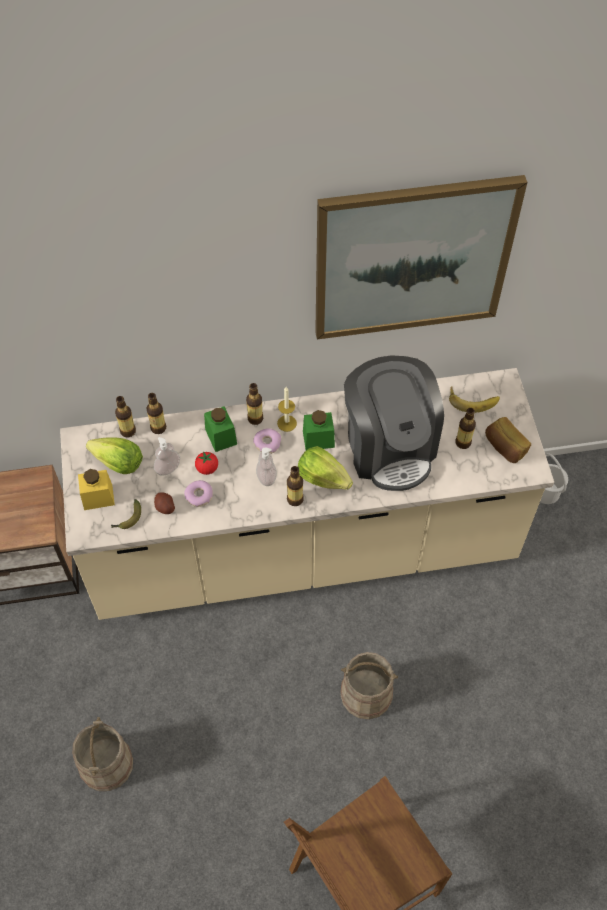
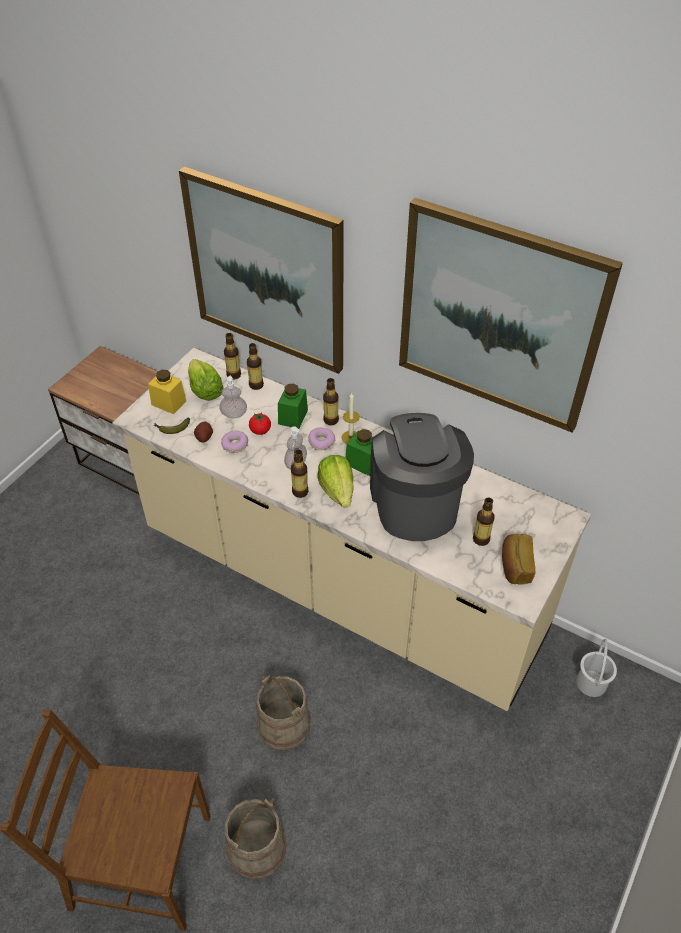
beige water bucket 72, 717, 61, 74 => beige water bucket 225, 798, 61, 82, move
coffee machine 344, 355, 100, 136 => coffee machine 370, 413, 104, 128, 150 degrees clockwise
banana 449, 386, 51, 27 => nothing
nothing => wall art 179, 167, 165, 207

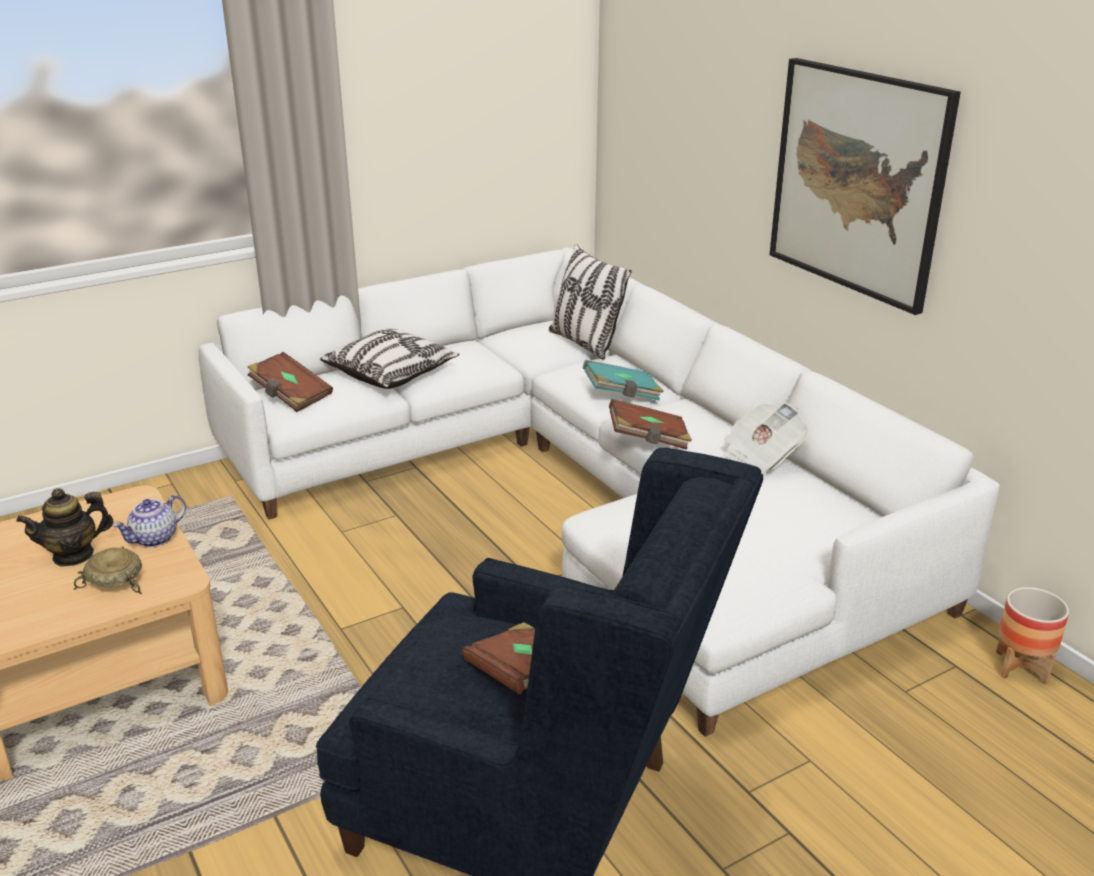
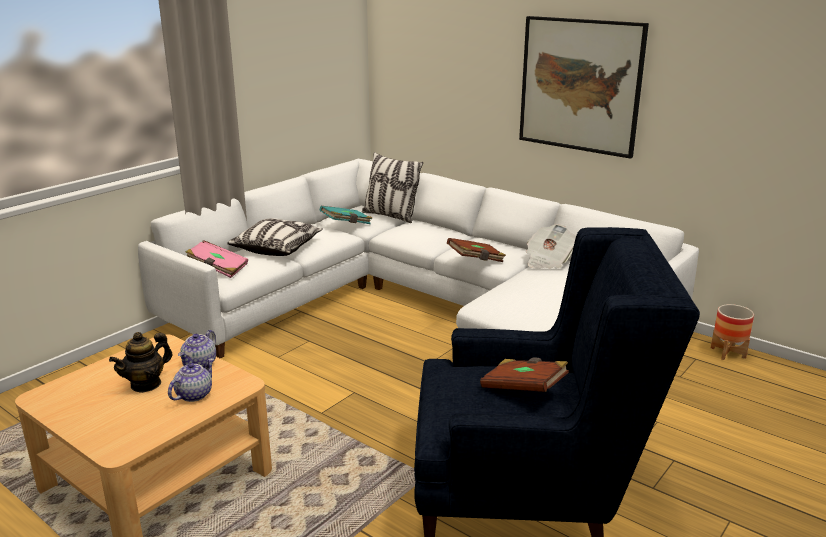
beige deep dish 74, 546, 68, 48 => tea pot 168, 358, 46, 44
brownish book 247, 352, 86, 60 => pink book 186, 240, 62, 38
blue-green book 583, 360, 81, 40 => blue-green book 320, 206, 52, 18, move

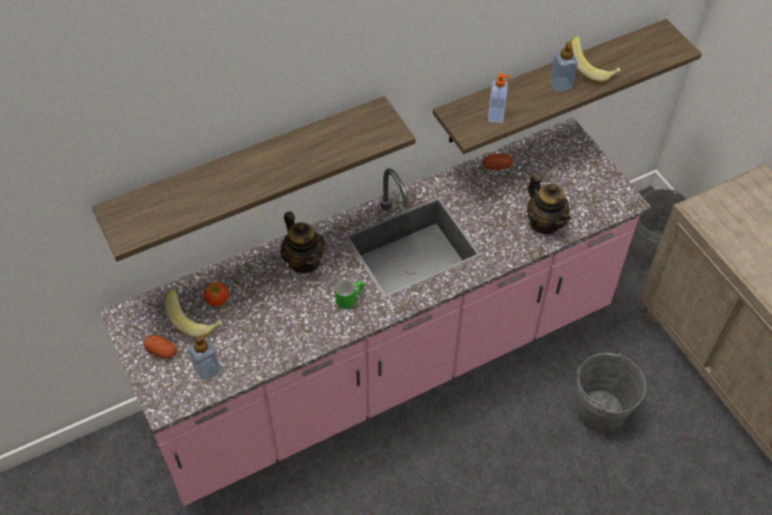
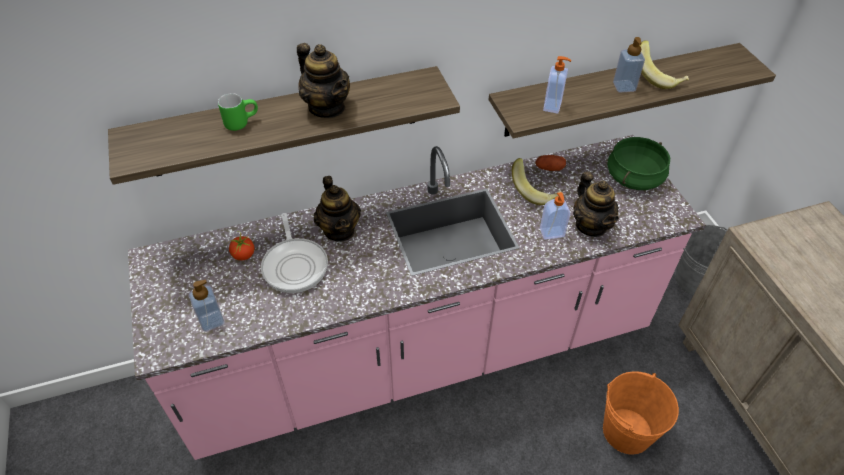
spud 143, 335, 34, 24 => nothing
banana 165, 290, 57, 48 => banana 512, 158, 49, 47, move
greenish tea mug 335, 279, 29, 30 => greenish tea mug 218, 93, 40, 38, move
grey water bucket 577, 352, 69, 81 => orange-coloured water bucket 603, 371, 76, 84
nothing => pan 261, 213, 67, 80
nothing => tea pot 297, 43, 53, 75
nothing => soap bottle 540, 192, 30, 48
nothing => greenish stockpot 607, 137, 63, 53

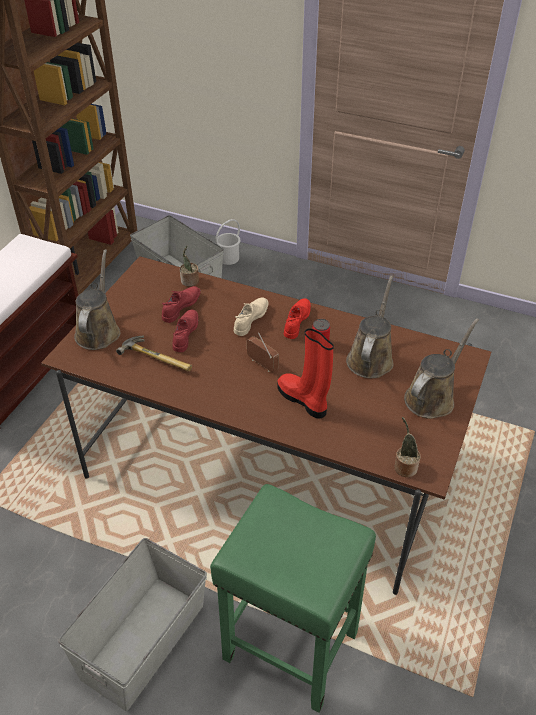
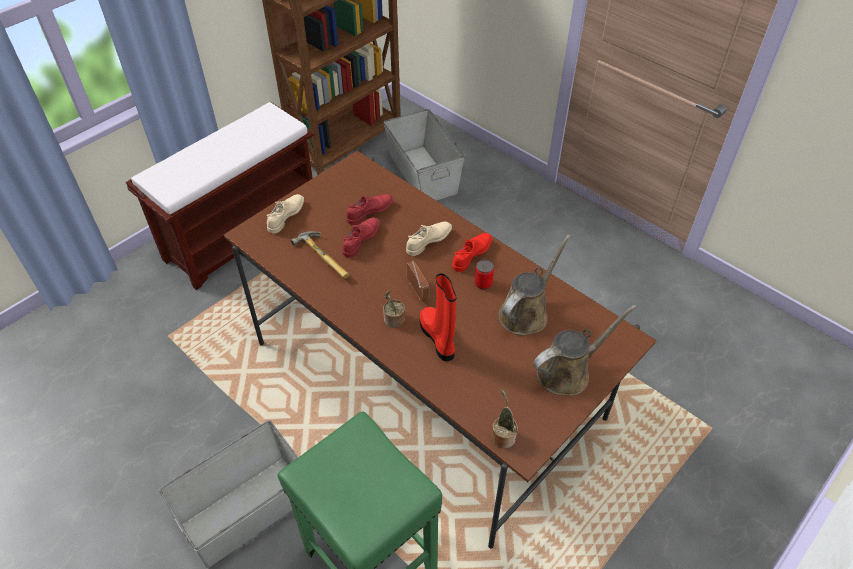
brownish watering pot 74, 249, 46, 101 => beige item of footwear 266, 194, 38, 40
potted plant 180, 245, 19, 42 => potted plant 383, 290, 22, 38, move
whitish water bucket 215, 219, 26, 46 => nothing

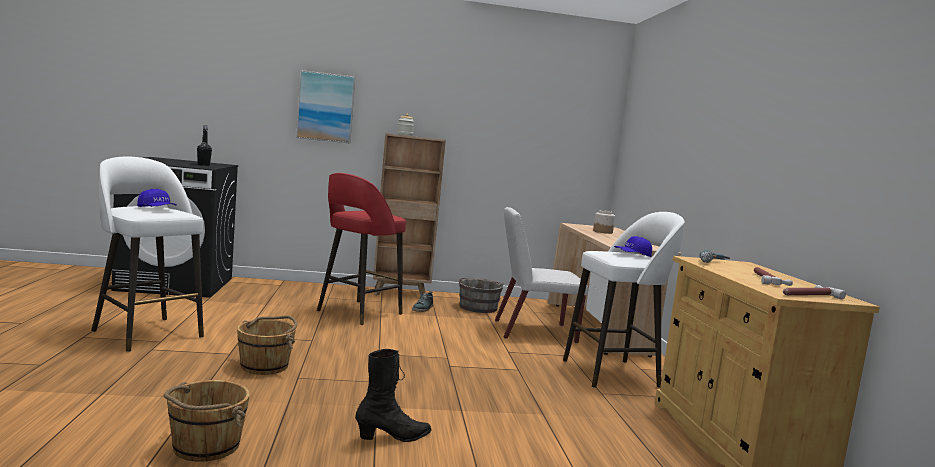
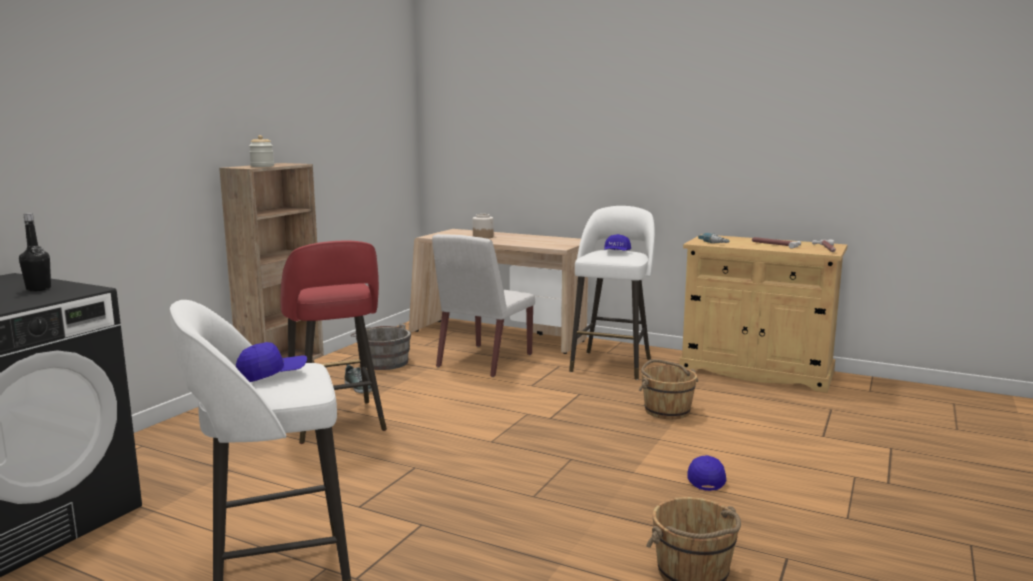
brownish water bucket 237, 315, 60, 60 => brownish water bucket 639, 359, 59, 60, move
wall art 296, 70, 59, 73 => nothing
black-coloured high-top boot 355, 349, 77, 93 => blue peaked cap 687, 455, 39, 36

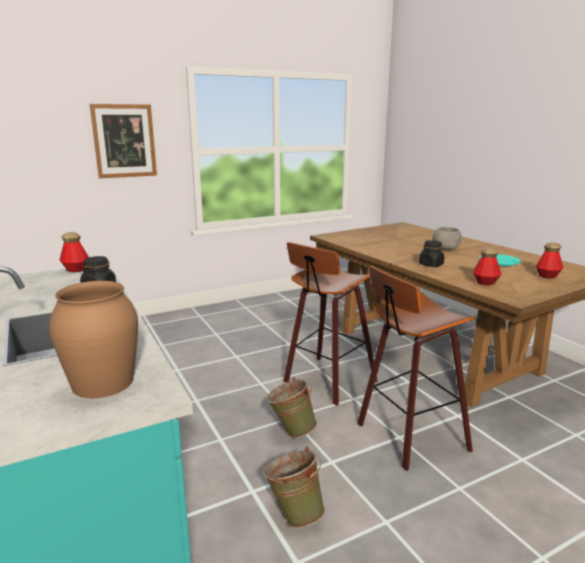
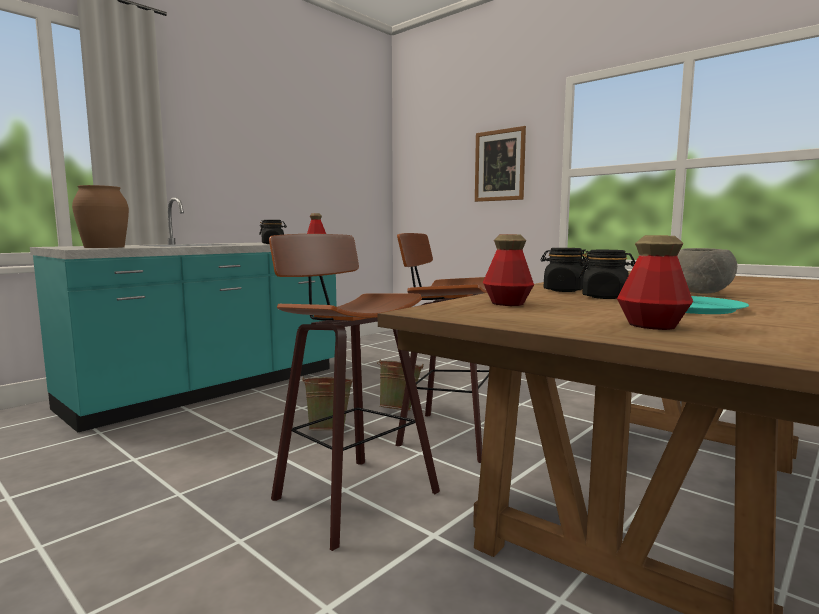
greenish water bucket 263, 446, 62, 82 => greenish water bucket 377, 359, 47, 52, move
nothing => black-coloured preserve jar 579, 250, 57, 49

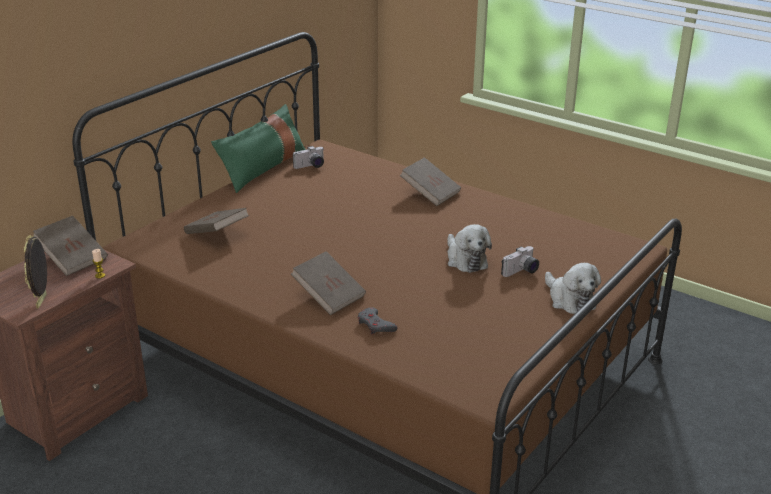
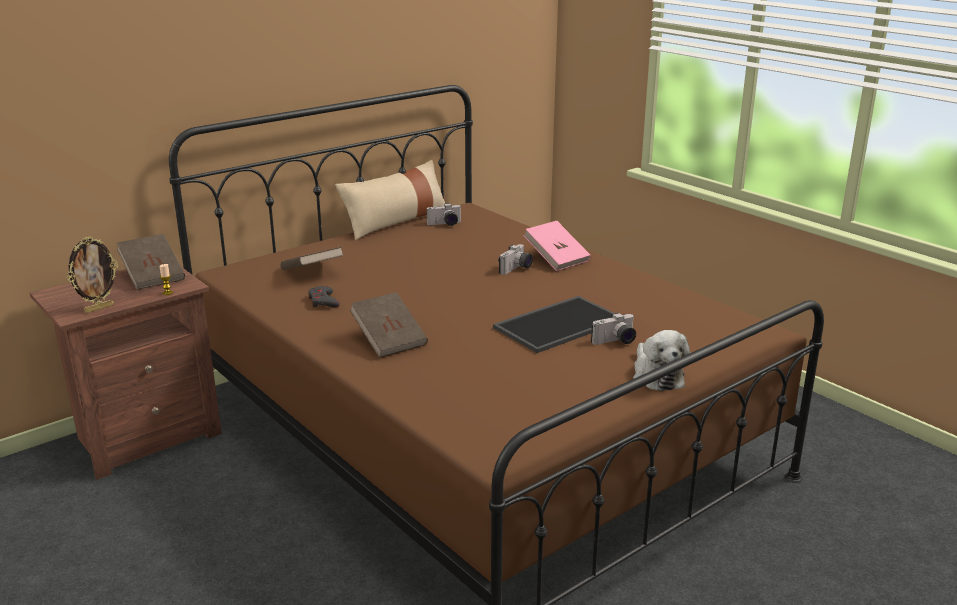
standing frame 24, 235, 23, 74 => standing frame 67, 237, 51, 76, 150 degrees counterclockwise
greenish throw pillow 211, 104, 95, 89 => beige throw pillow 335, 160, 110, 80
grey joypad 358, 307, 39, 28 => grey joypad 308, 286, 32, 22, move
brownish book 400, 157, 61, 49 => pink book 523, 221, 68, 50
soft toy 447, 224, 45, 49 => carrying tray 493, 296, 122, 57
nothing => photo camera 498, 244, 35, 31

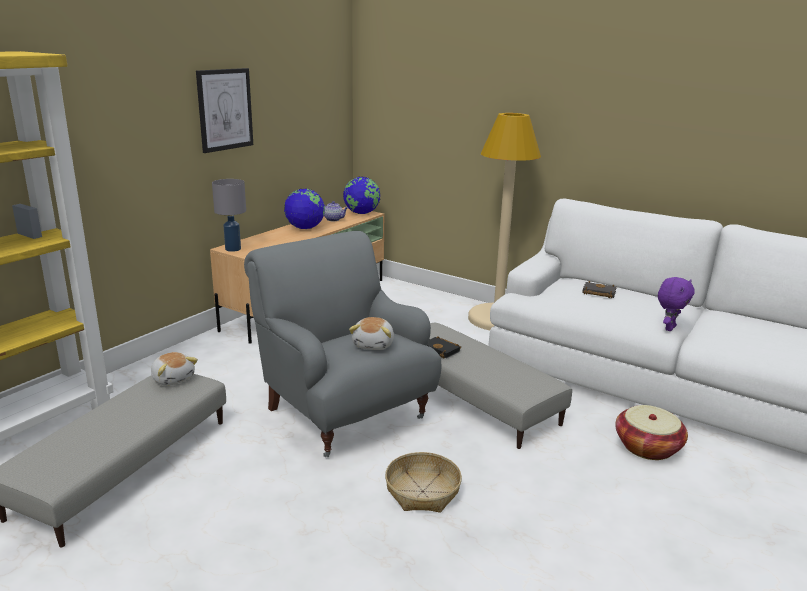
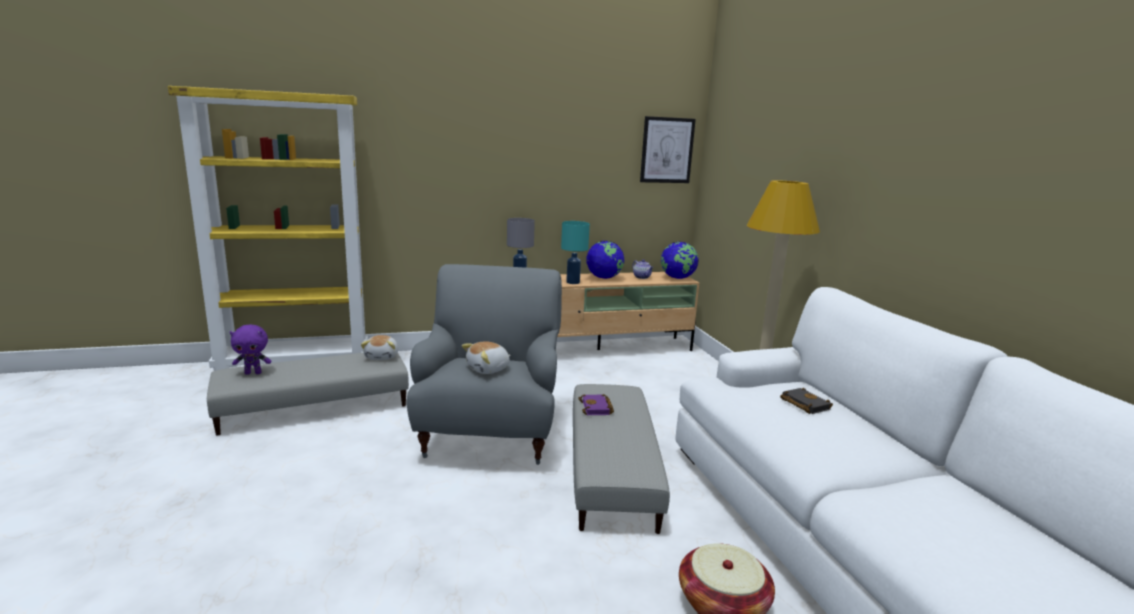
wall art 196, 68, 57, 85 => wall art 640, 116, 56, 67, move
storage basket 385, 452, 77, 60 => nothing
black-coloured book 427, 336, 34, 22 => purple-coloured book 578, 394, 36, 21
purple-coloured soft toy 658, 277, 37, 54 => purple-coloured soft toy 230, 324, 41, 51, move
nothing => blue-green tabletop lamp 561, 221, 29, 63

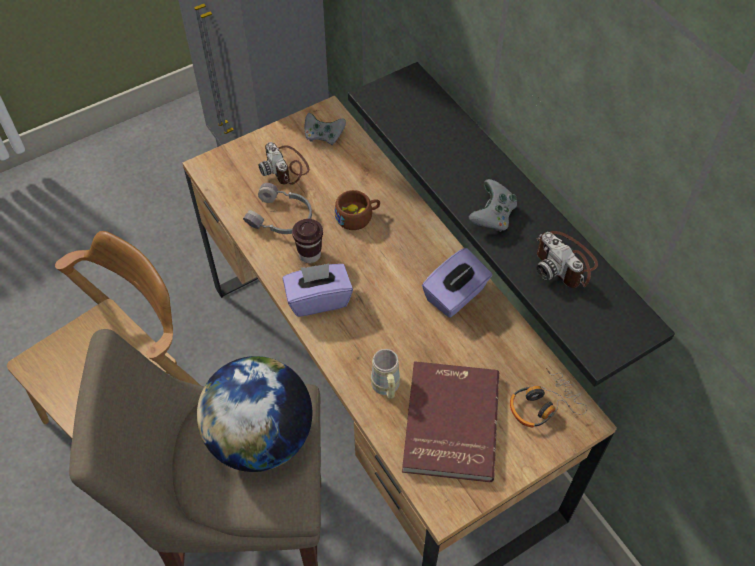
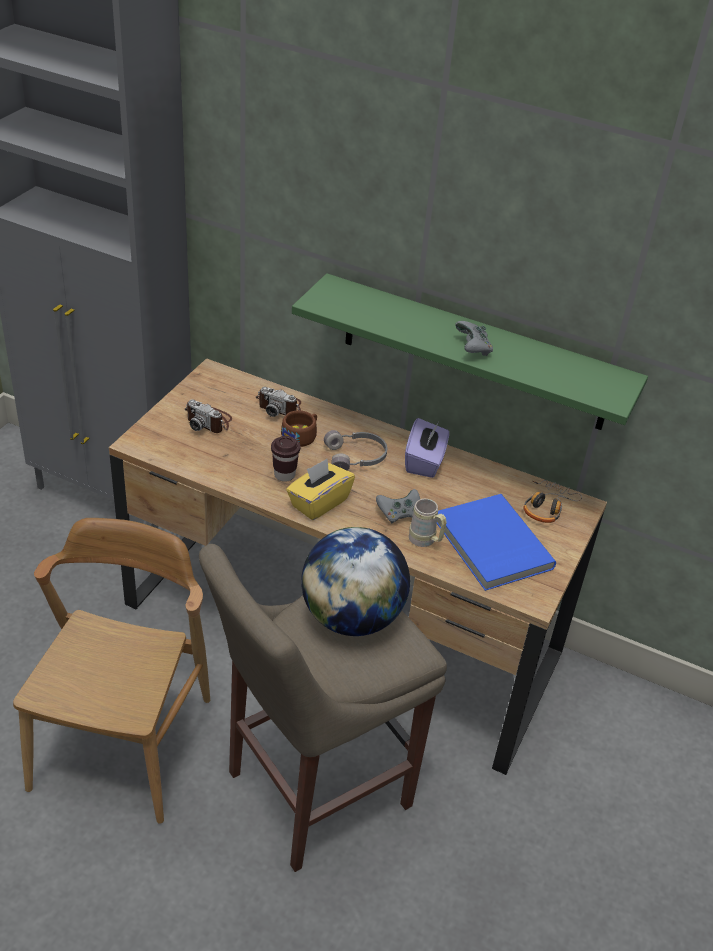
grey pair of headphones 243, 183, 69, 51 => grey pair of headphones 324, 430, 63, 40, move
purple-coloured tissue holder 283, 263, 70, 54 => yellowish tissue holder 286, 459, 69, 61
grey joypad 304, 113, 42, 32 => grey joypad 376, 489, 44, 35, move
black-coloured bracket shelf 348, 62, 327, 325 => greenish bracket shelf 292, 273, 356, 157
red-coloured book 402, 361, 97, 121 => blue book 437, 494, 119, 97
photo camera 536, 231, 62, 57 => photo camera 256, 387, 45, 30, move

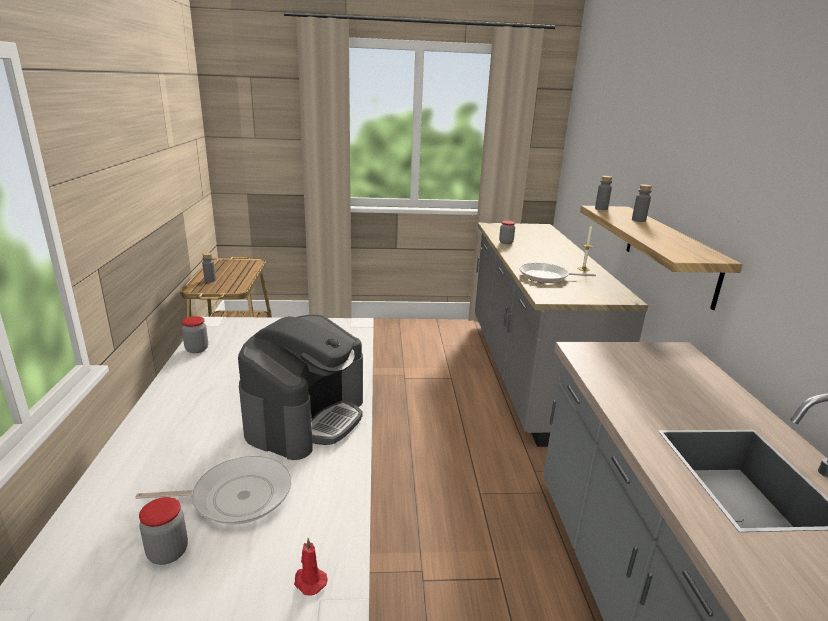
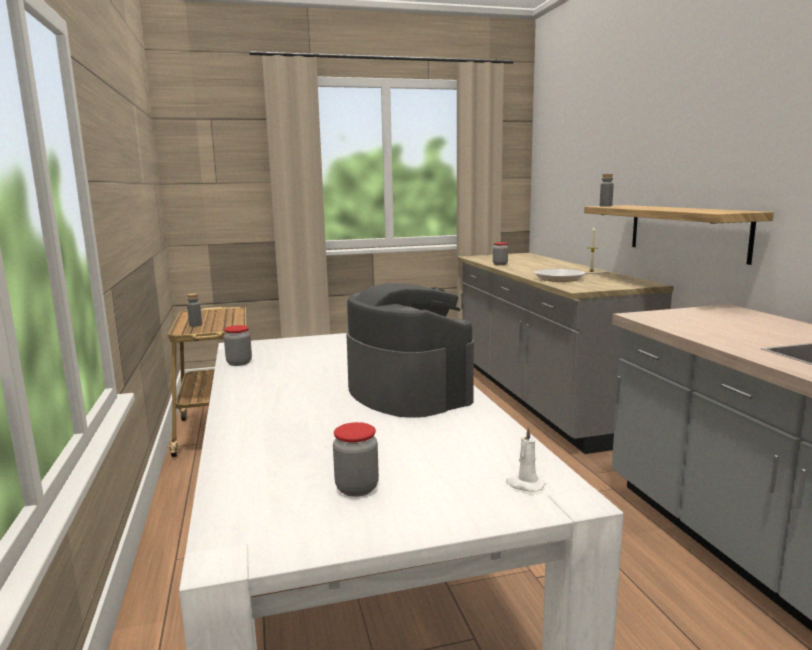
pan 135, 456, 157, 69 => nothing
coffee machine 238, 315, 125, 145 => coffee machine 346, 283, 128, 135, 45 degrees counterclockwise
red-coloured wax light 294, 538, 34, 57 => whitish wax light 506, 426, 40, 66
grey bottle 632, 185, 20, 37 => nothing

